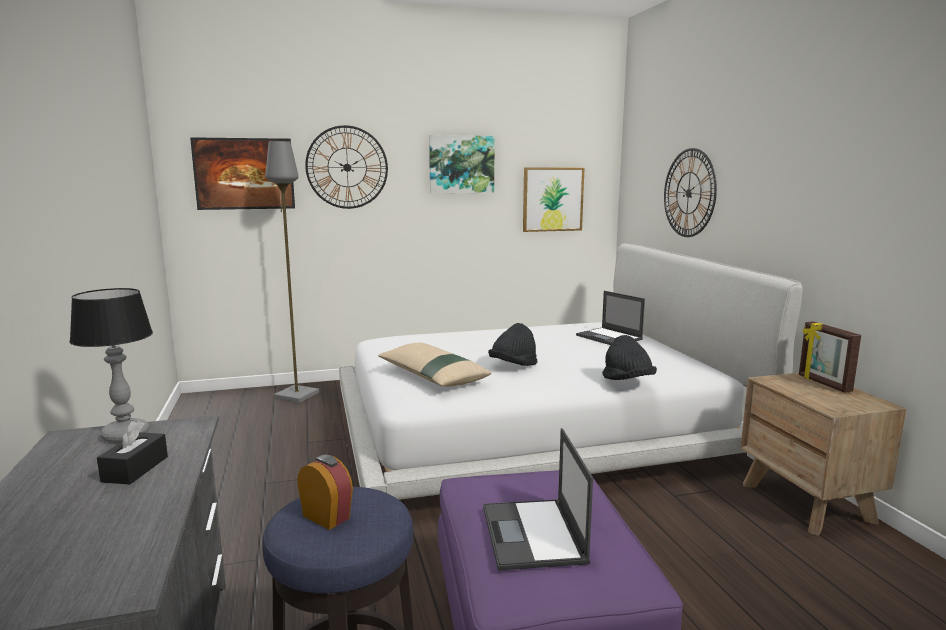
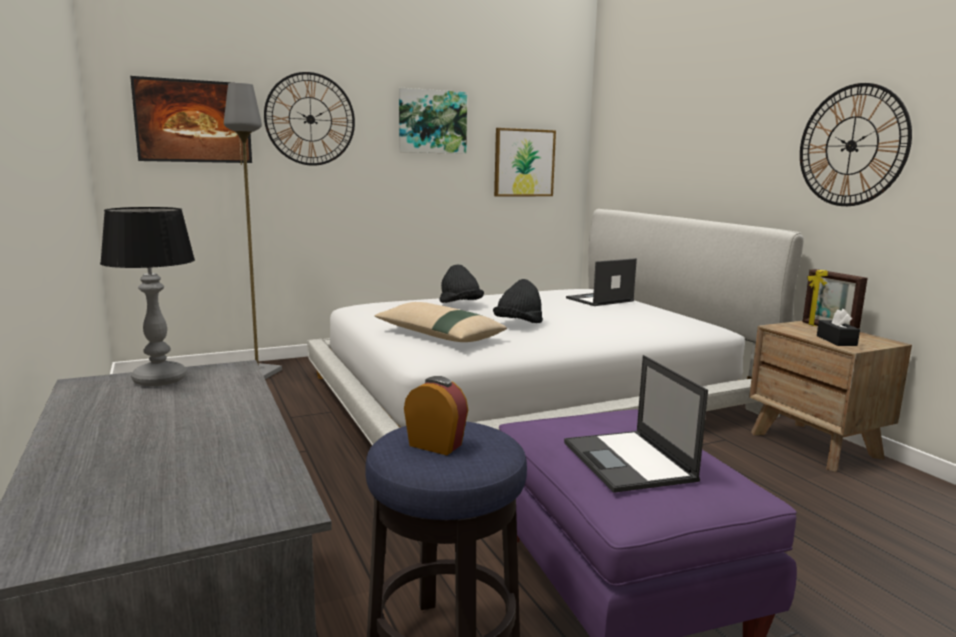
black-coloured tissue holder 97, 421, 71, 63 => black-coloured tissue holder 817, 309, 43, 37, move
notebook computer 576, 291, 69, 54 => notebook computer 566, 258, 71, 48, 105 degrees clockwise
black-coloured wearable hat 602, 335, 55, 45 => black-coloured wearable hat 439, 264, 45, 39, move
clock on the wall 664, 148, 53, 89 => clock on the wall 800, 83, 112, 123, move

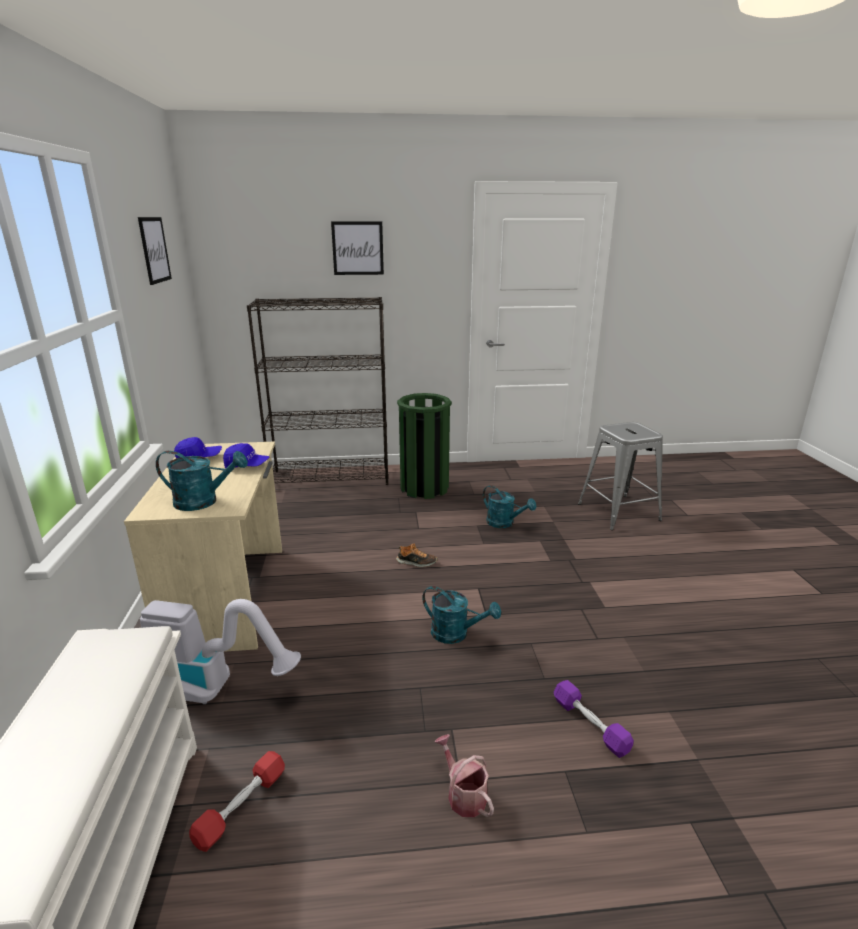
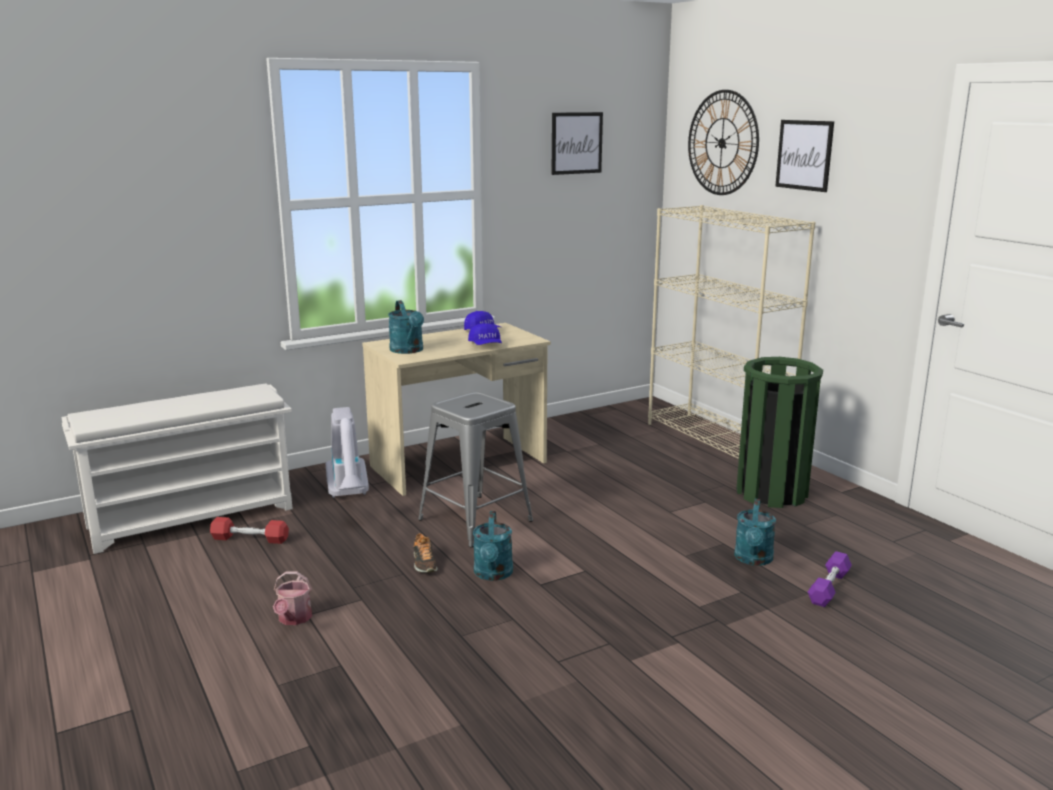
black-coloured bookcase 247, 297, 142, 188 => beige bookcase 648, 205, 168, 254
item of footwear 396, 544, 42, 23 => item of footwear 413, 533, 25, 40, move
watering pot 435, 734, 59, 83 => watering pot 273, 571, 39, 54, 150 degrees clockwise
purple-coloured dumbbell 554, 680, 80, 78 => purple-coloured dumbbell 808, 551, 44, 56, move
grey sitting stool 578, 422, 85, 108 => grey sitting stool 418, 392, 115, 155, move
nothing => clock on the wall 688, 90, 71, 105

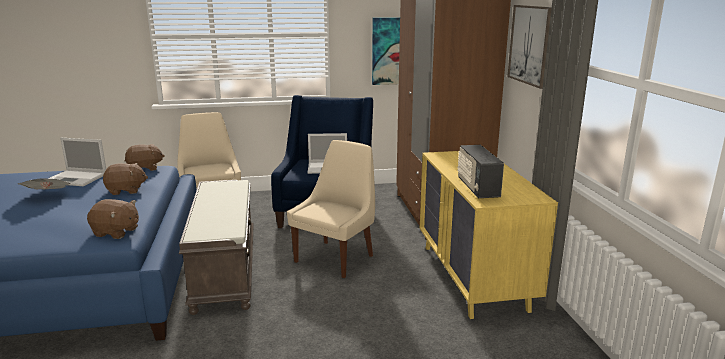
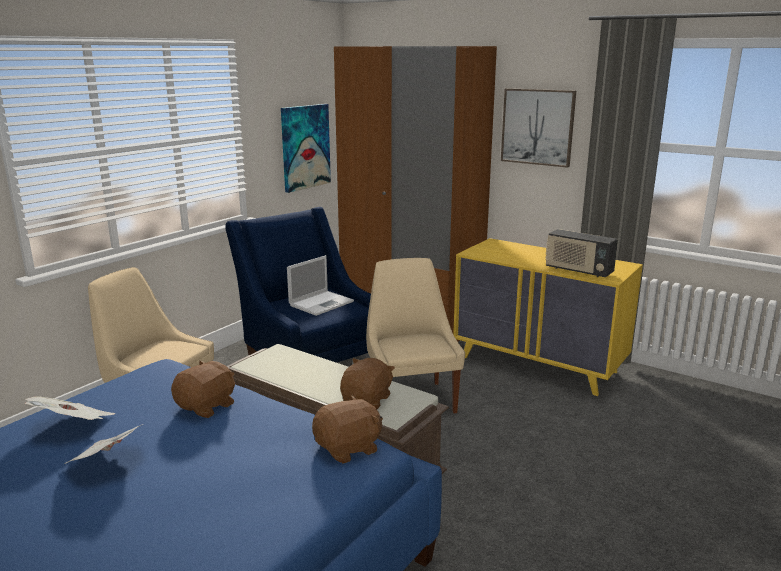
notebook computer 48, 138, 58, 48 => printed paper 24, 396, 91, 24
brownish soft toy 125, 144, 40, 27 => brownish soft toy 340, 358, 55, 51, move

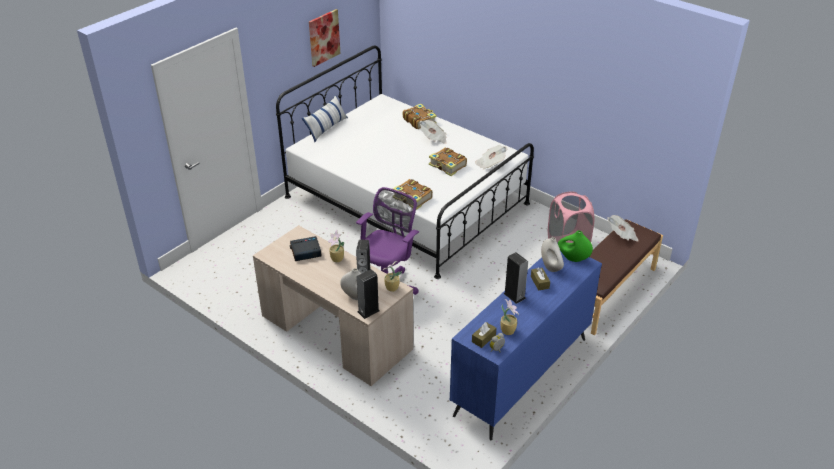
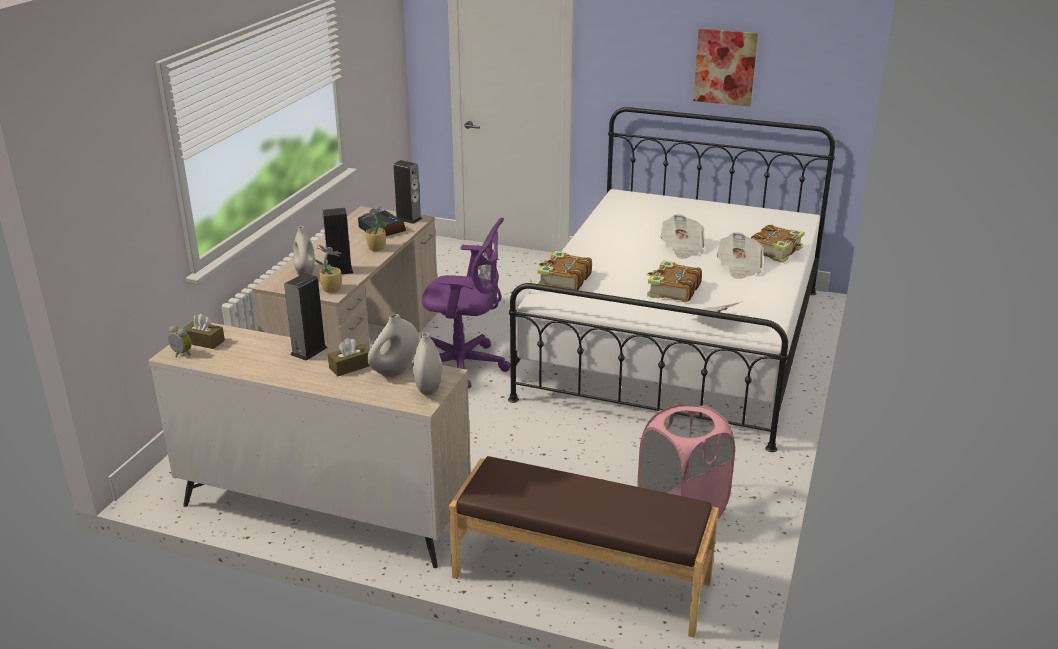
throw pillow 302, 95, 46, 47 => nothing
audio speaker 357, 269, 23, 50 => audio speaker 393, 160, 29, 64, move
blue dresser 450, 251, 152, 189 => beige dresser 148, 323, 323, 245
potted plant 500, 299, 19, 36 => nothing
greenish decorative vase 558, 231, 35, 31 => whitish decorative vase 413, 332, 29, 63
printed paper 607, 215, 31, 27 => printed paper 660, 214, 45, 45, move

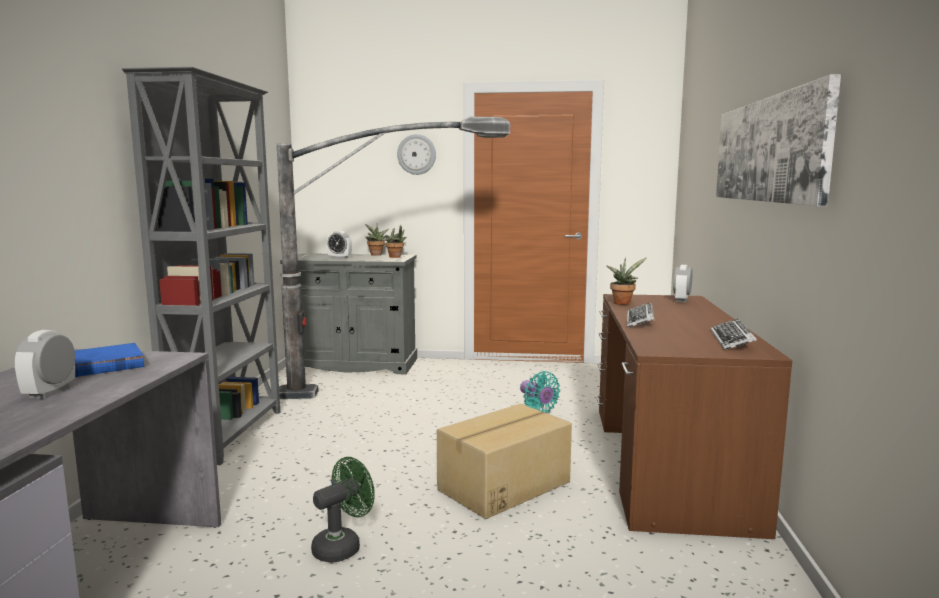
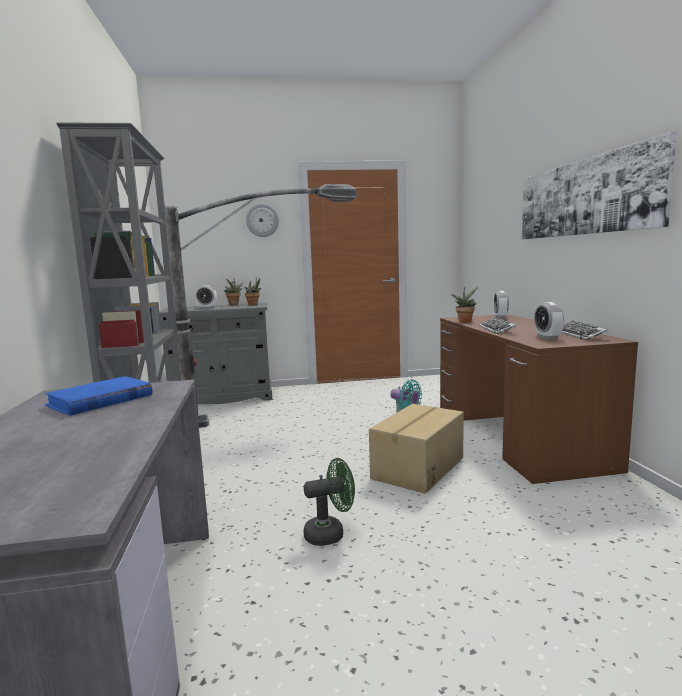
alarm clock 14, 330, 61, 69 => alarm clock 534, 302, 30, 37, move
greenish electric fan 311, 457, 64, 106 => greenish electric fan 304, 458, 51, 88, 45 degrees clockwise

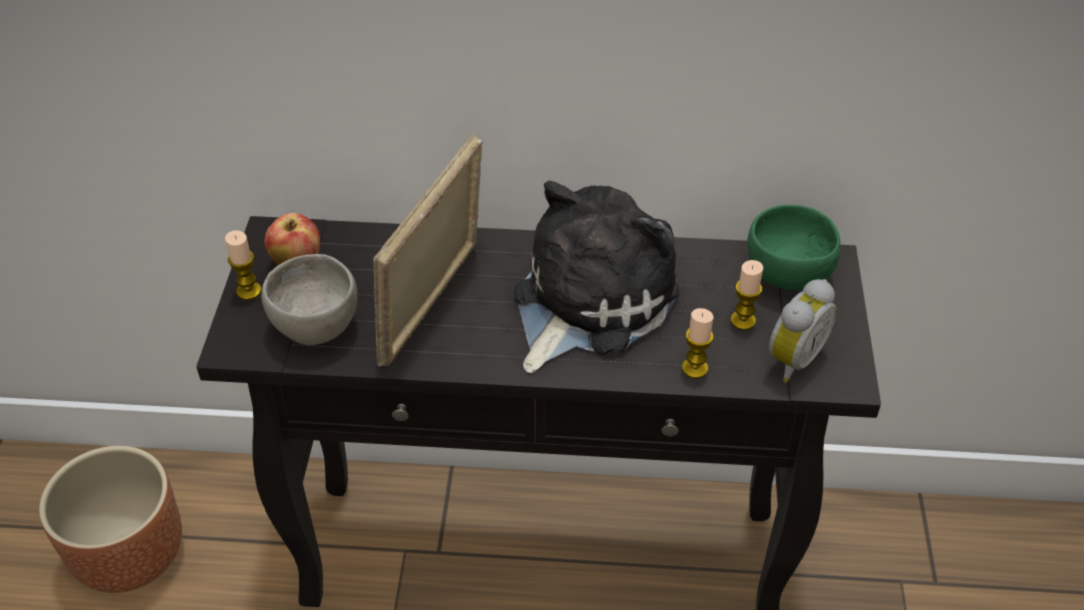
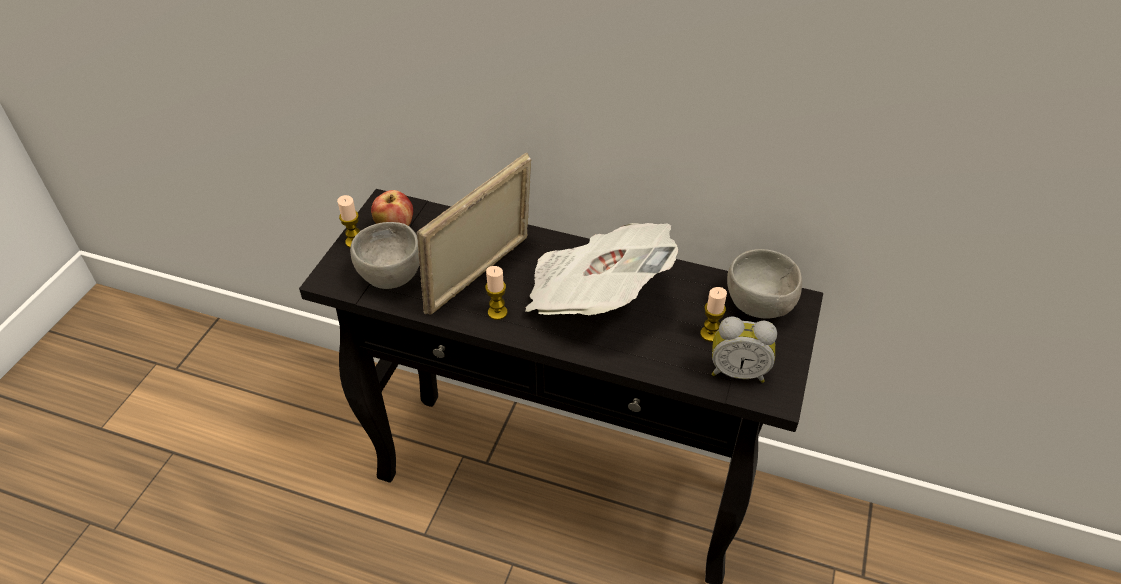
brownish flower pot 39, 446, 143, 147 => nothing
soft toy 514, 180, 166, 194 => printed paper 526, 223, 152, 92
wax light 682, 308, 31, 71 => wax light 485, 266, 22, 54, move
greenish deep dish 747, 205, 93, 85 => grey deep dish 727, 249, 75, 69
alarm clock 769, 279, 68, 104 => alarm clock 712, 317, 65, 66, 45 degrees clockwise

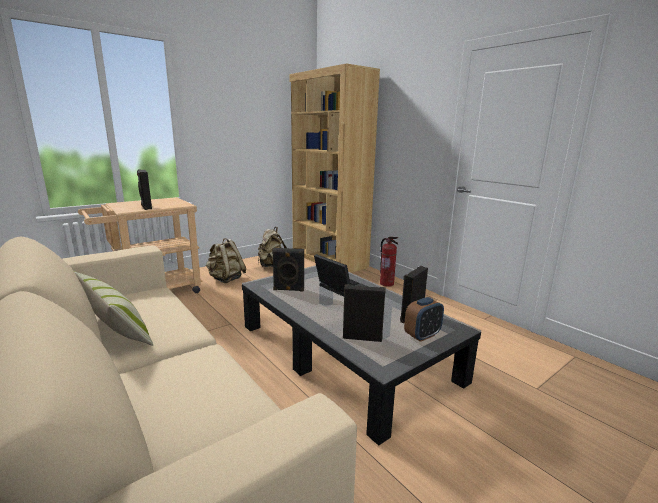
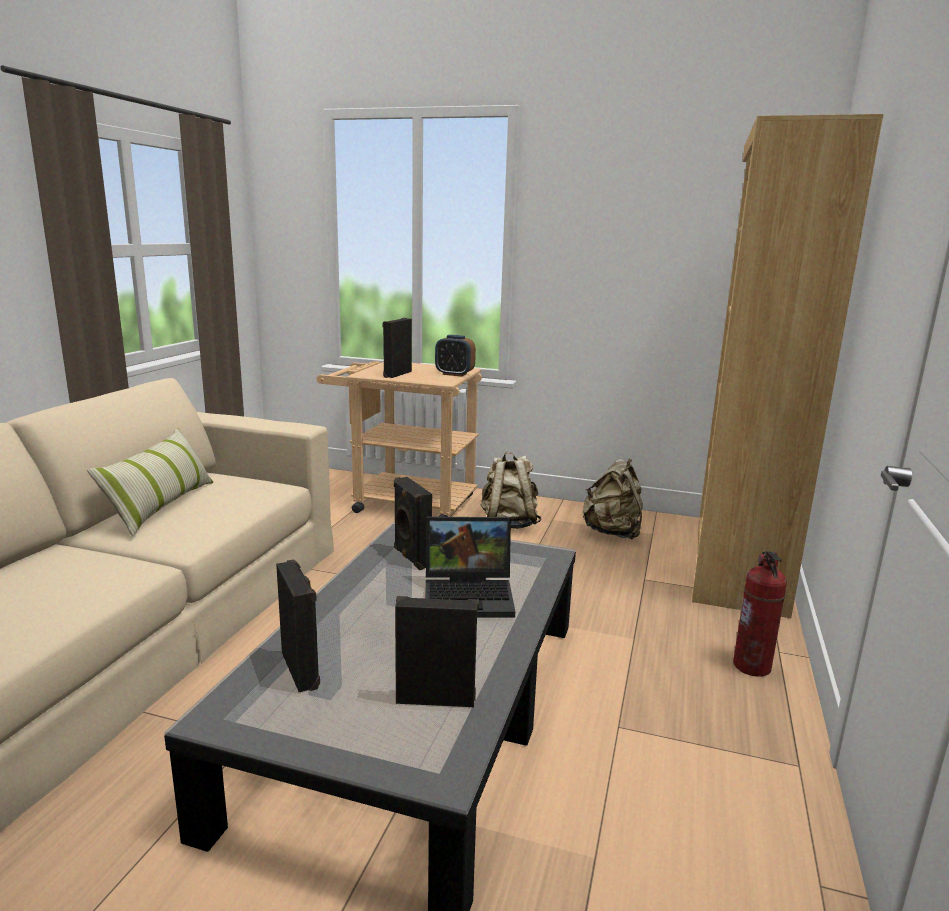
notebook computer 314, 254, 54, 43 => notebook computer 425, 517, 90, 101, 75 degrees clockwise
alarm clock 404, 297, 40, 45 => alarm clock 435, 335, 41, 42, move

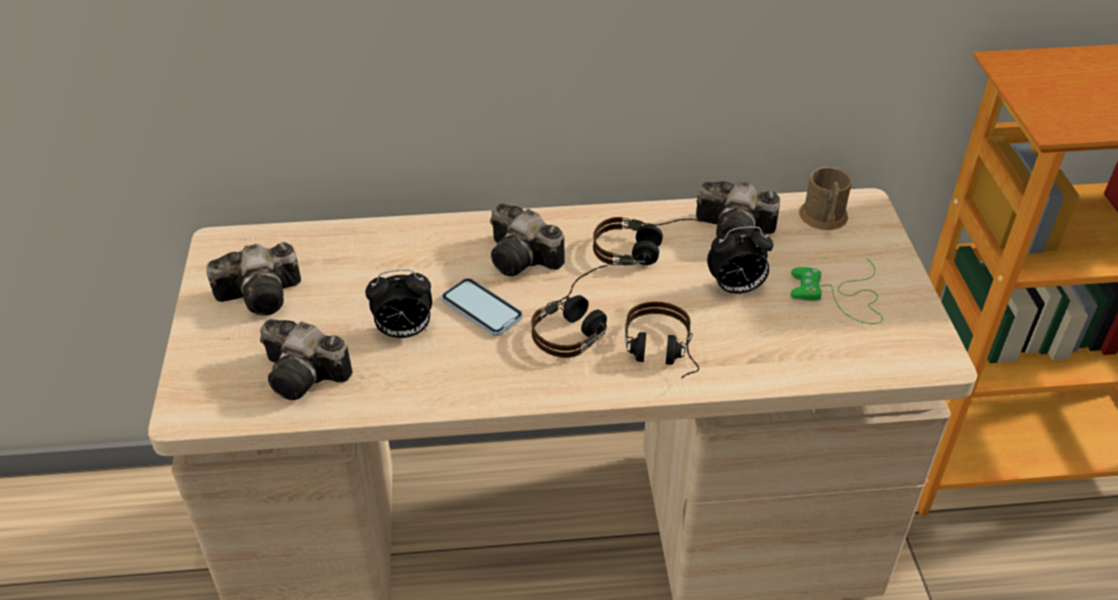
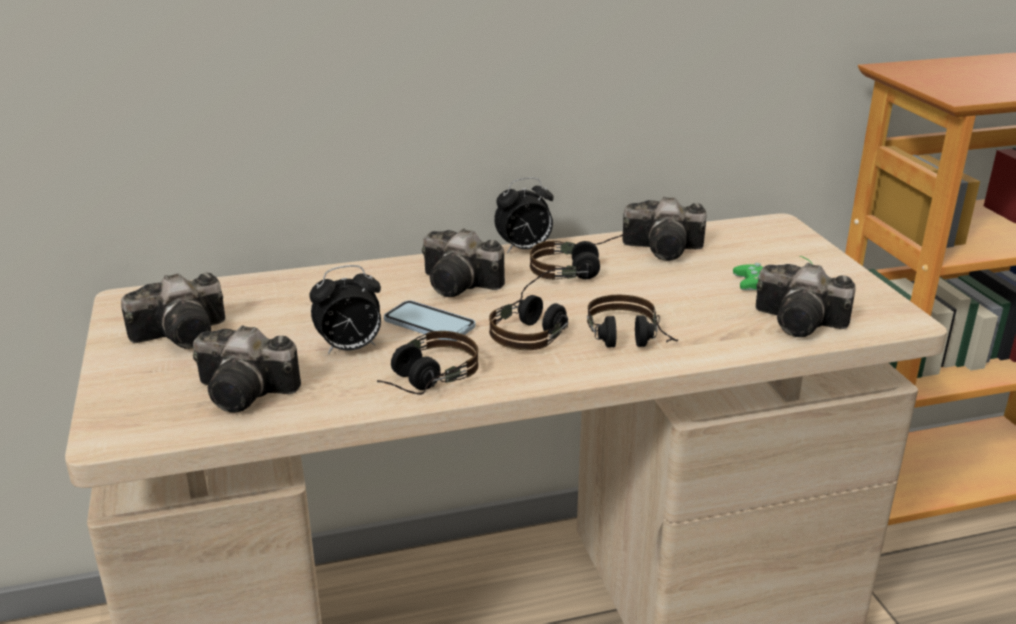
alarm clock 707, 226, 66, 68 => alarm clock 494, 177, 60, 76, move
brownish tea mug 799, 167, 53, 63 => nothing
nothing => pair of headphones 377, 331, 102, 64
nothing => photo camera 756, 263, 100, 74

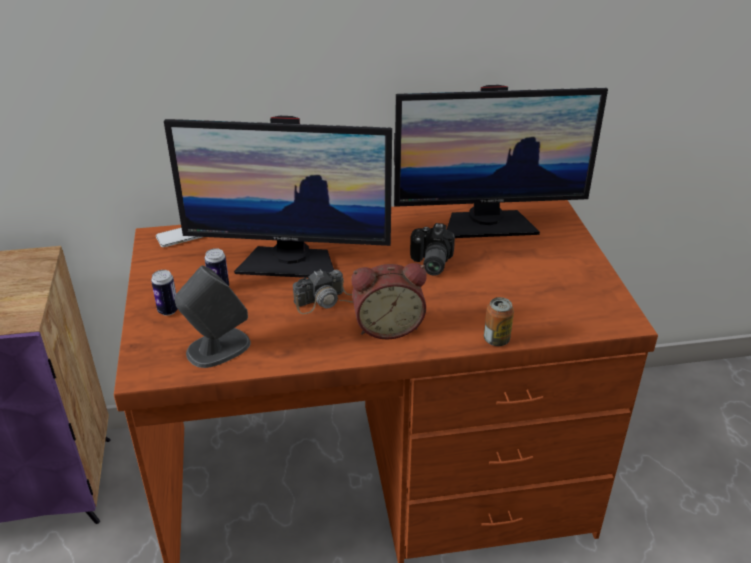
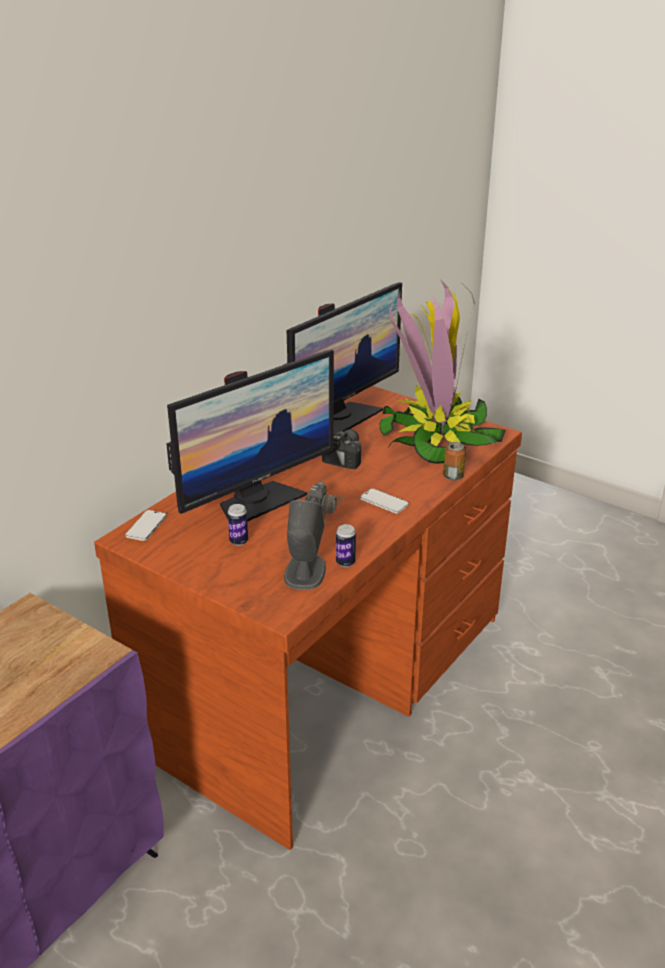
sealed can 151, 270, 27, 46 => sealed can 336, 524, 20, 43, move
alarm clock 352, 263, 75, 76 => telephone 360, 488, 49, 26
photo camera 410, 223, 45, 53 => photo camera 322, 429, 39, 40, 120 degrees counterclockwise
nothing => potted plant 380, 279, 126, 185

